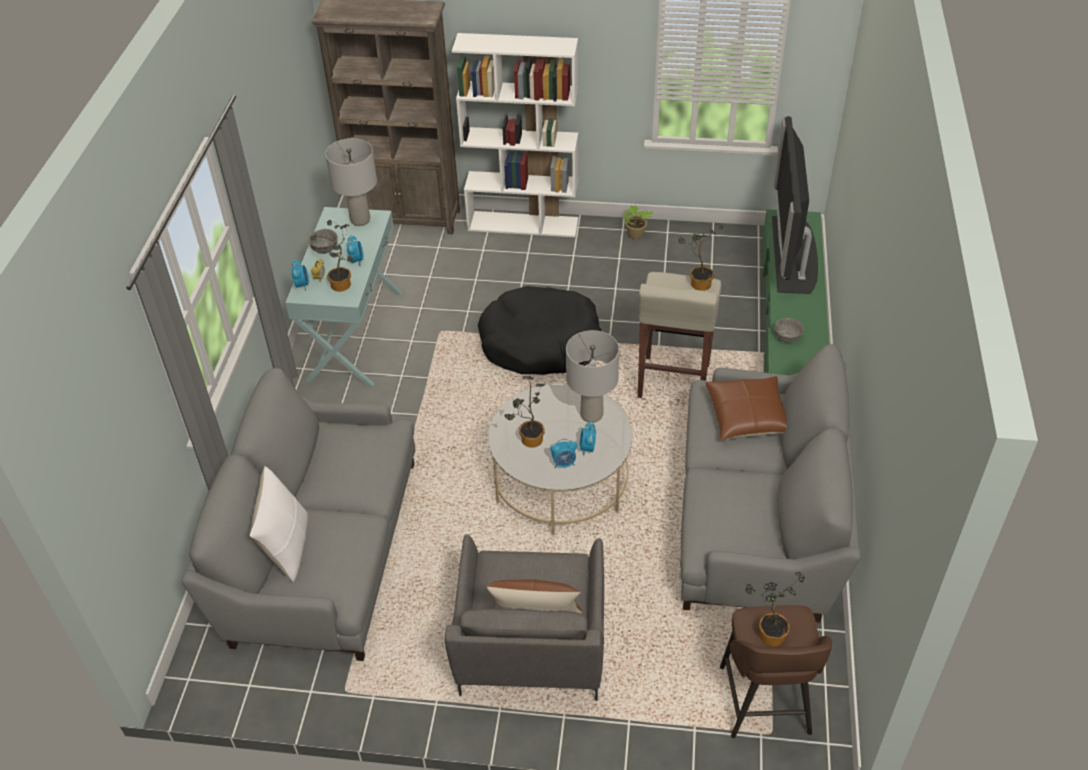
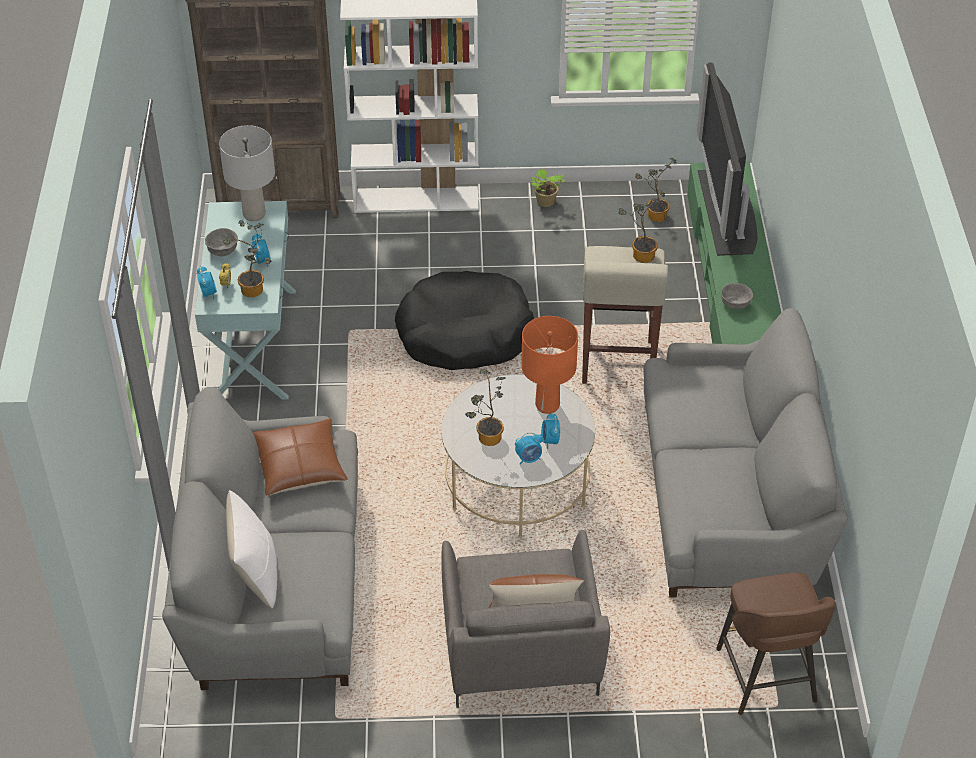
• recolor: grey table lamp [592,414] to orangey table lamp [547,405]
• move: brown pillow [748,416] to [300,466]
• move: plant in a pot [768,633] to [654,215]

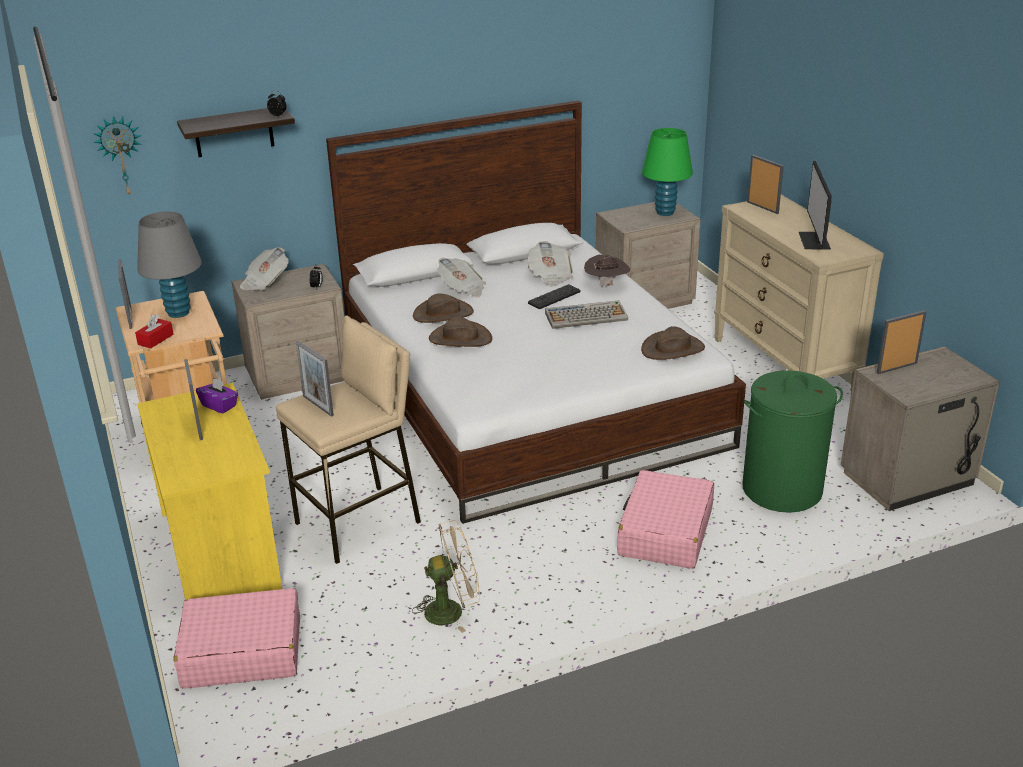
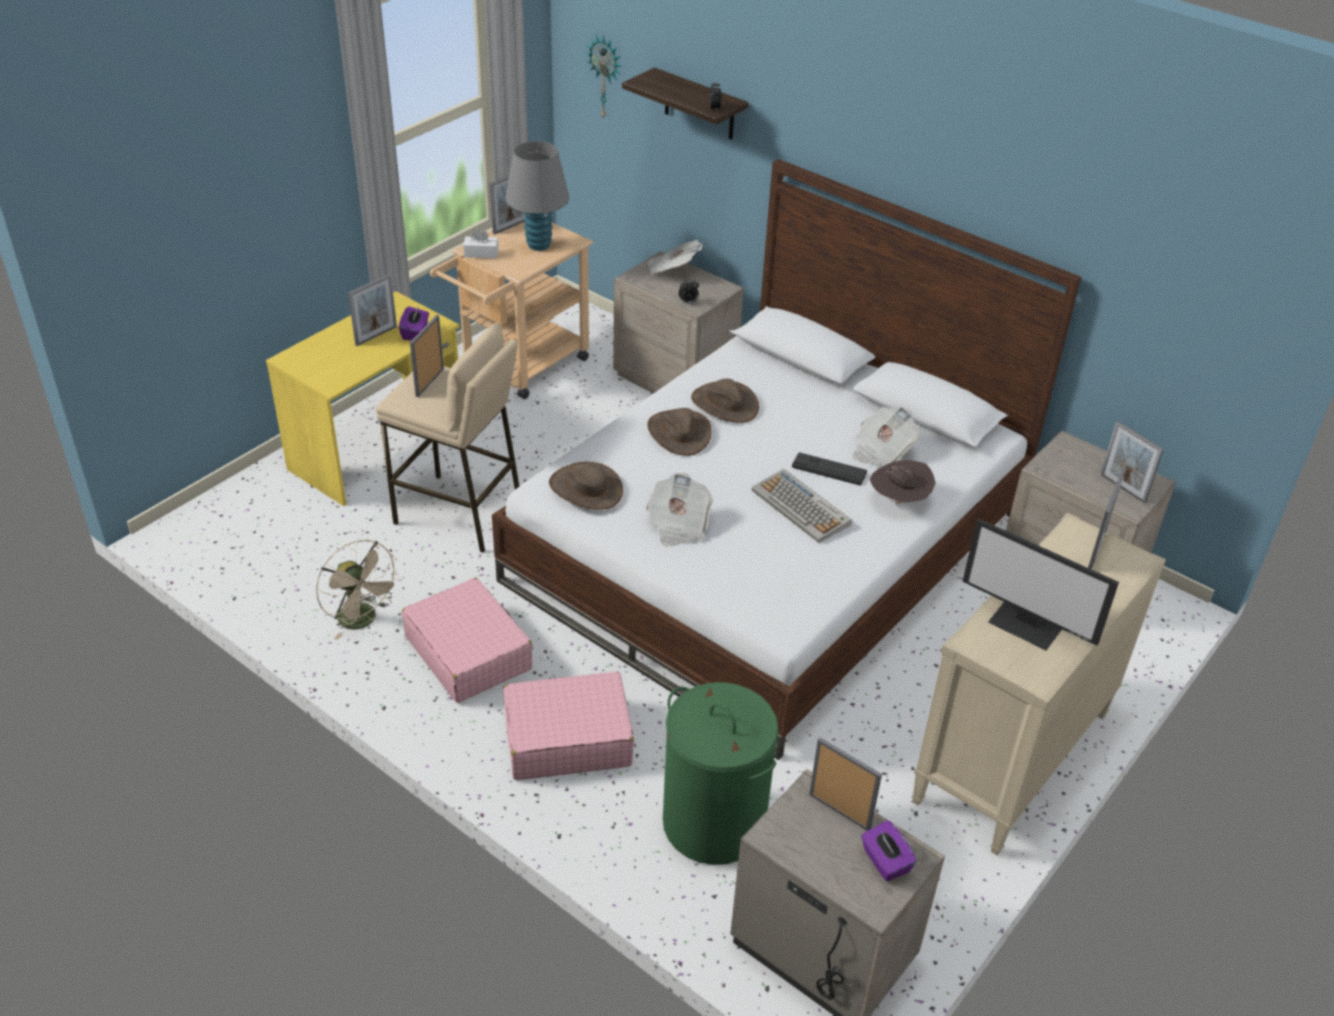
• replace: greenish table lamp [665,212] to photo frame [1122,488]
• rotate: computer display [815,241] = [1026,625] 120 degrees counterclockwise
• move: newspaper [462,289] to [678,525]
• recolor: red tissue holder [155,339] to white tissue holder [481,253]
• move: brown clothing hat [672,349] to [586,488]
• move: pink-coloured piece of luggage [242,652] to [468,652]
• insert: purple-coloured tissue holder [885,862]

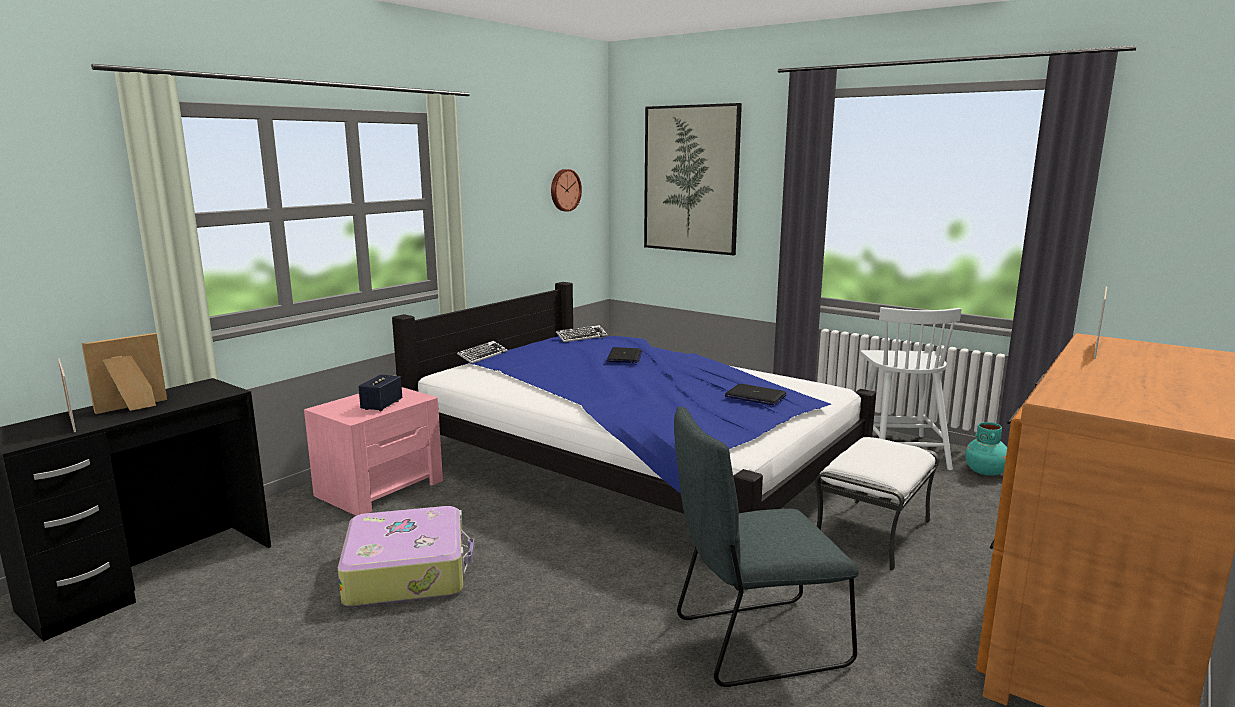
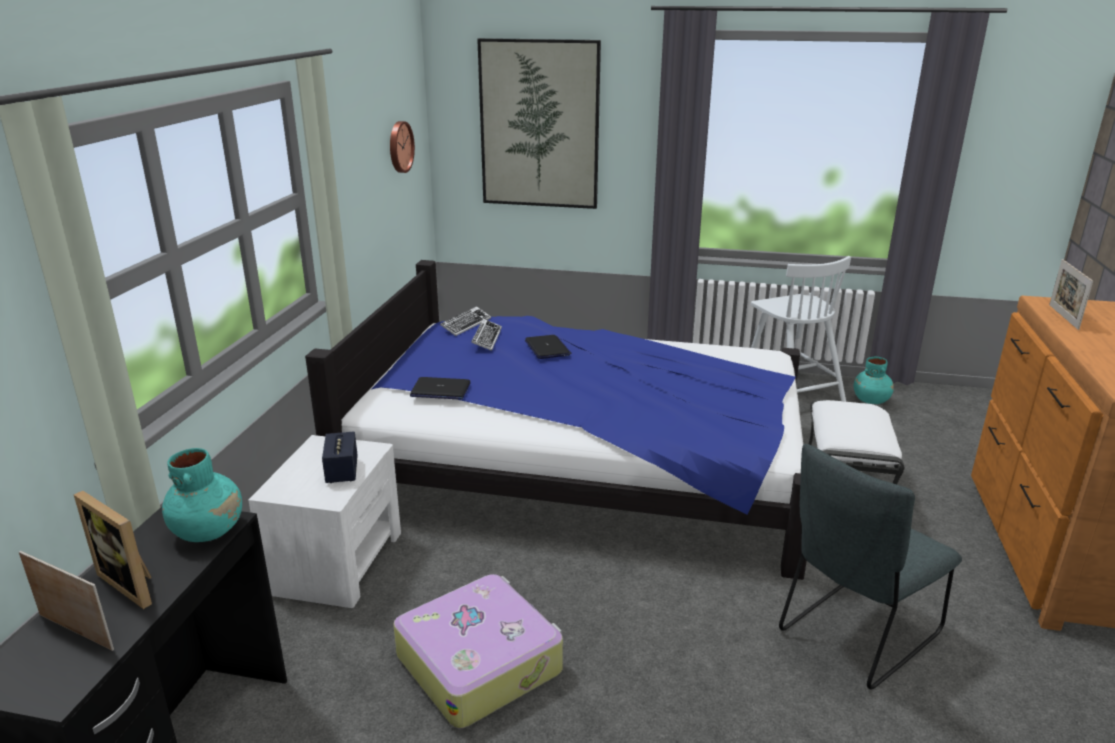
• rotate: photo frame [133,408] = [133,583] 75 degrees counterclockwise
• move: PC keyboard [482,356] to [486,338]
• move: laptop [755,396] to [440,390]
• recolor: pink-coloured bedside table [380,488] to white bedside table [337,561]
• insert: blue-green flower vase [209,531]

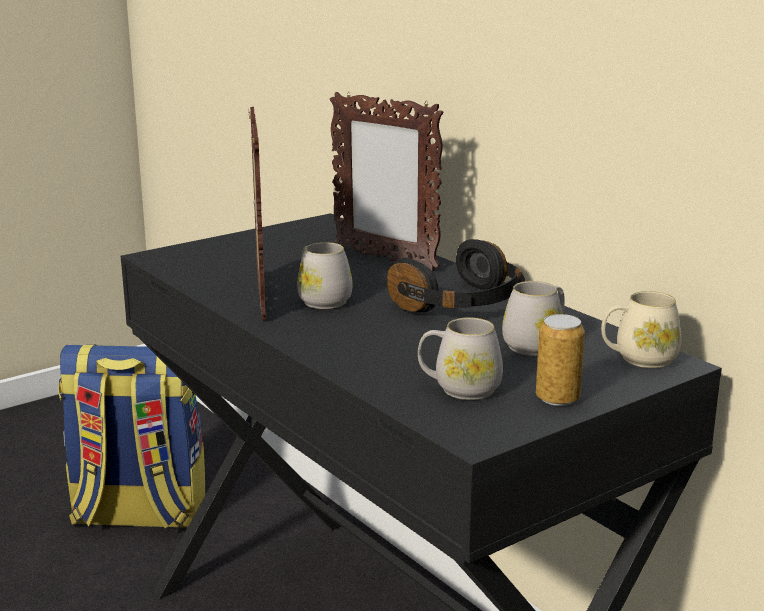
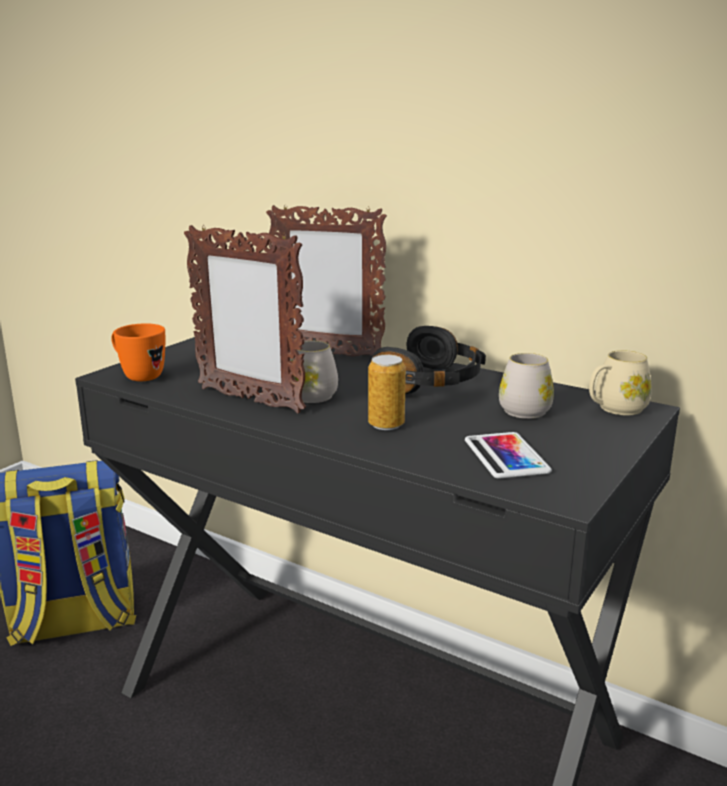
• rotate: photo frame [260,298] = [249,400] 150 degrees clockwise
• move: metal can [557,398] to [386,425]
• replace: white mug [459,389] to telephone [506,456]
• insert: orangey mug [138,376]

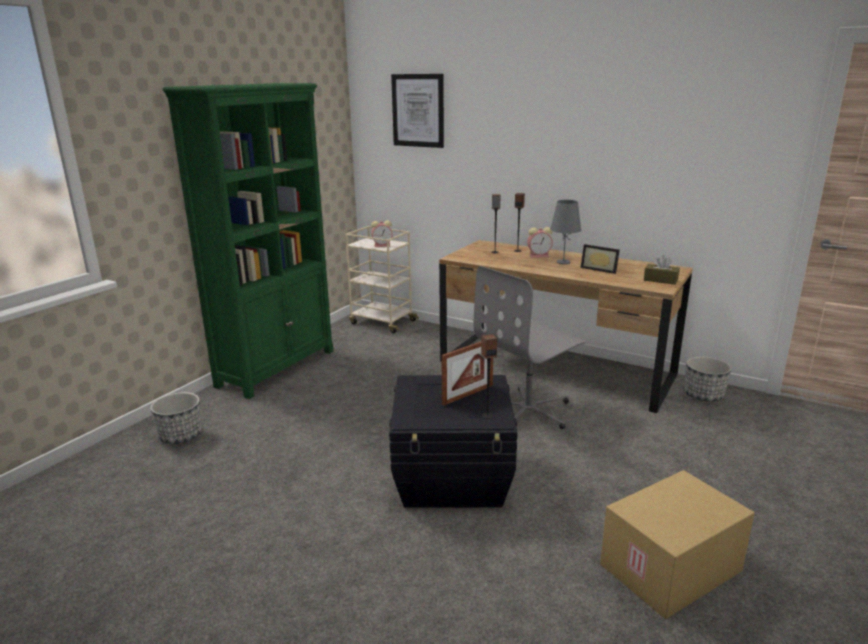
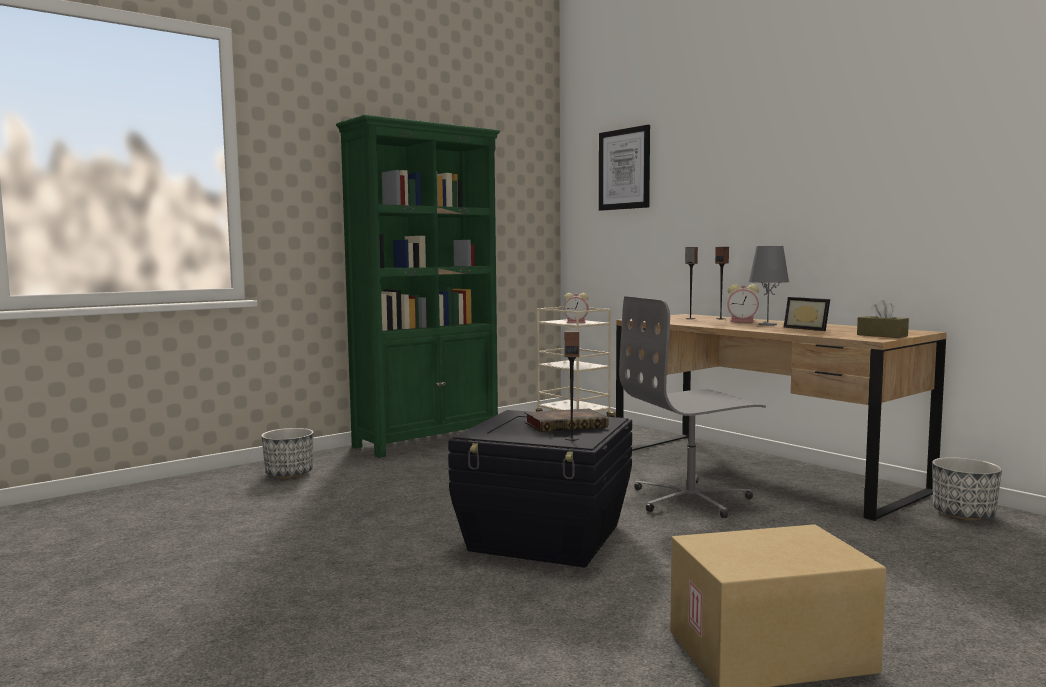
• replace: photo frame [467,395] to volume [567,425]

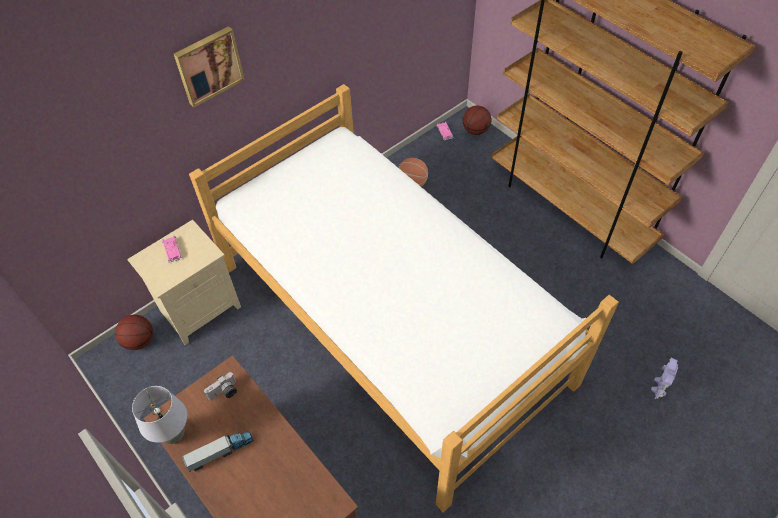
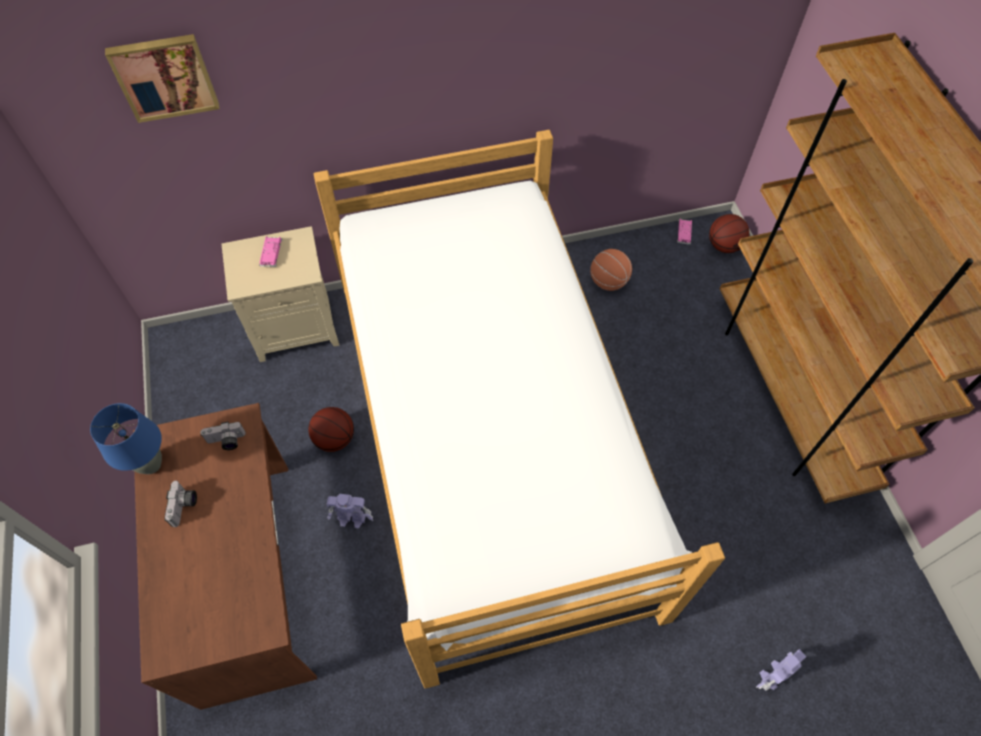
• move: wall art [208,65] to [164,76]
• move: basketball [139,341] to [335,439]
• recolor: grey table lamp [174,436] to blue table lamp [151,465]
• replace: toy lorry [220,452] to still camera [184,507]
• insert: robot figure [352,518]

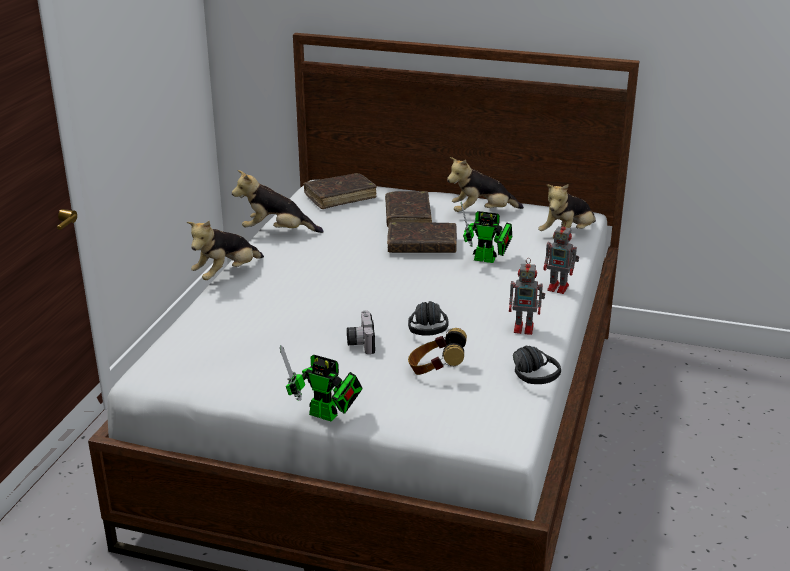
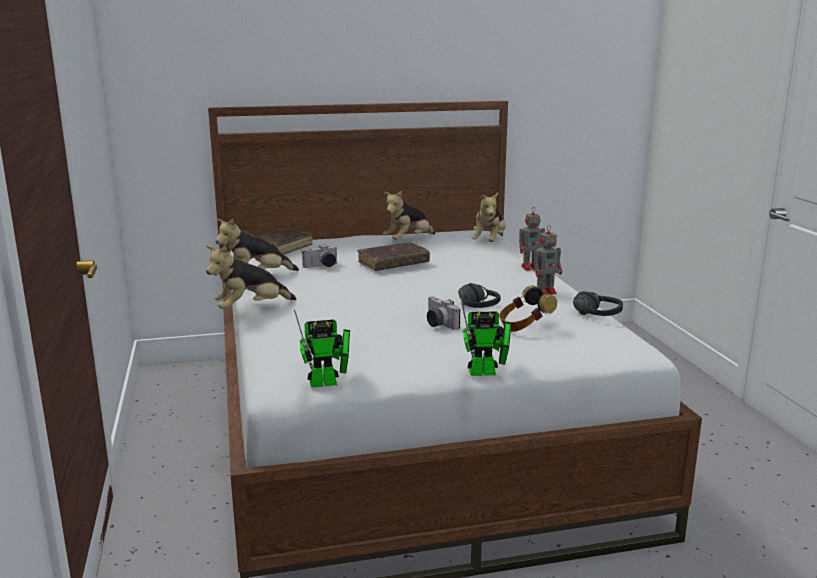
• delete: brown volume [408,217]
• move: robot figure [488,260] to [328,383]
• rotate: plush toy [226,274] = [250,308] 45 degrees clockwise
• insert: still camera [321,266]

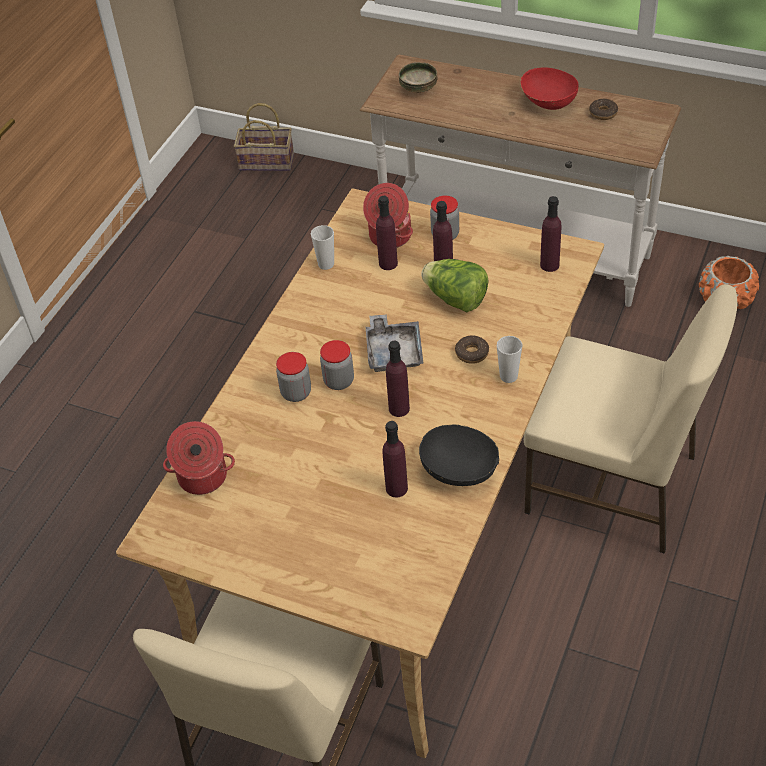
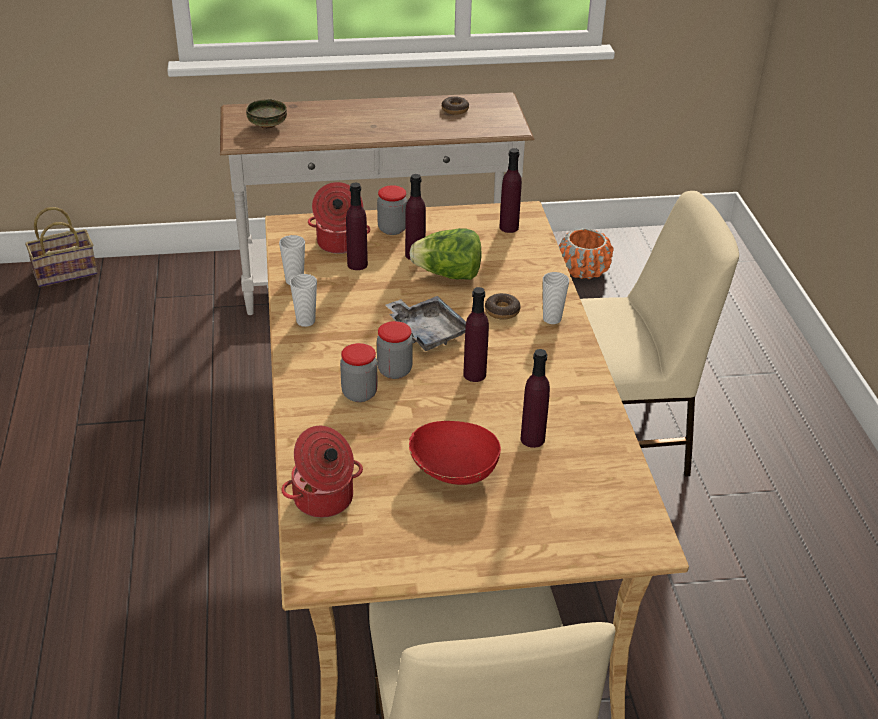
• move: red bowl [547,103] to [453,473]
• delete: black bowl [459,470]
• insert: cup [305,321]

